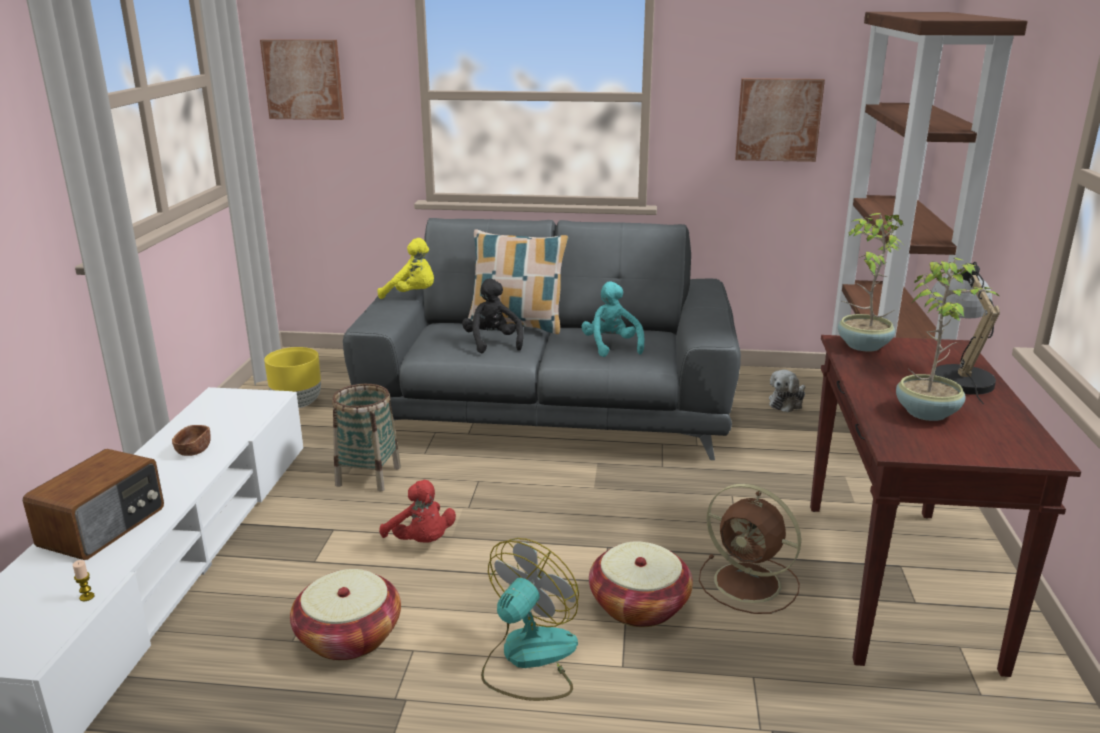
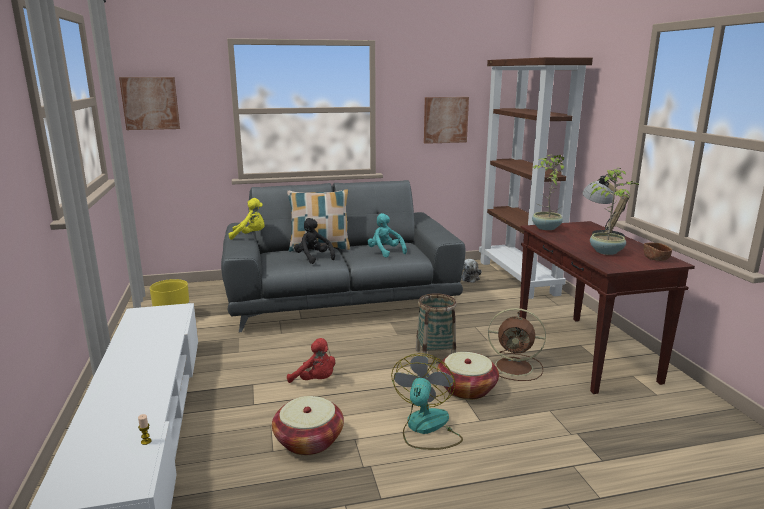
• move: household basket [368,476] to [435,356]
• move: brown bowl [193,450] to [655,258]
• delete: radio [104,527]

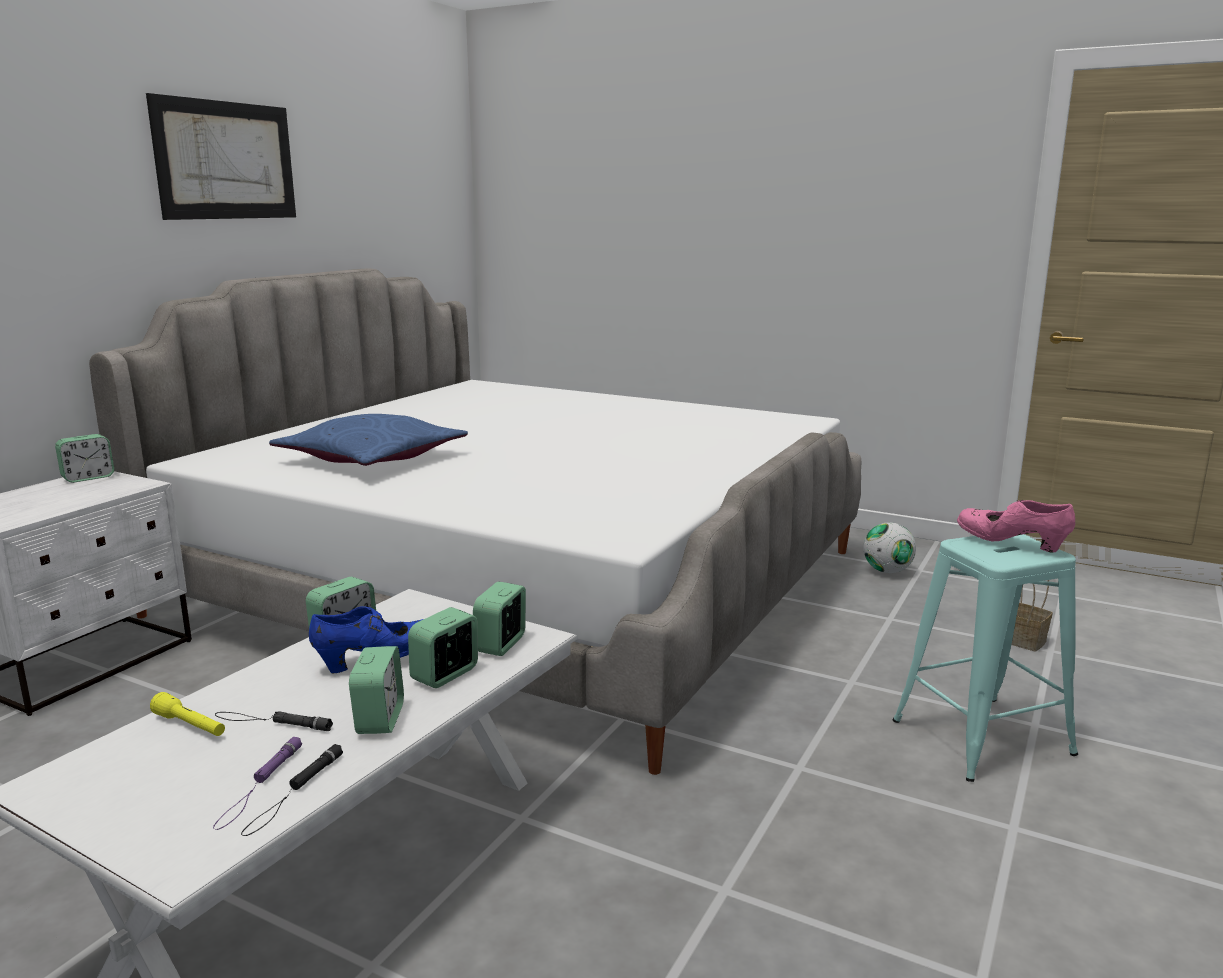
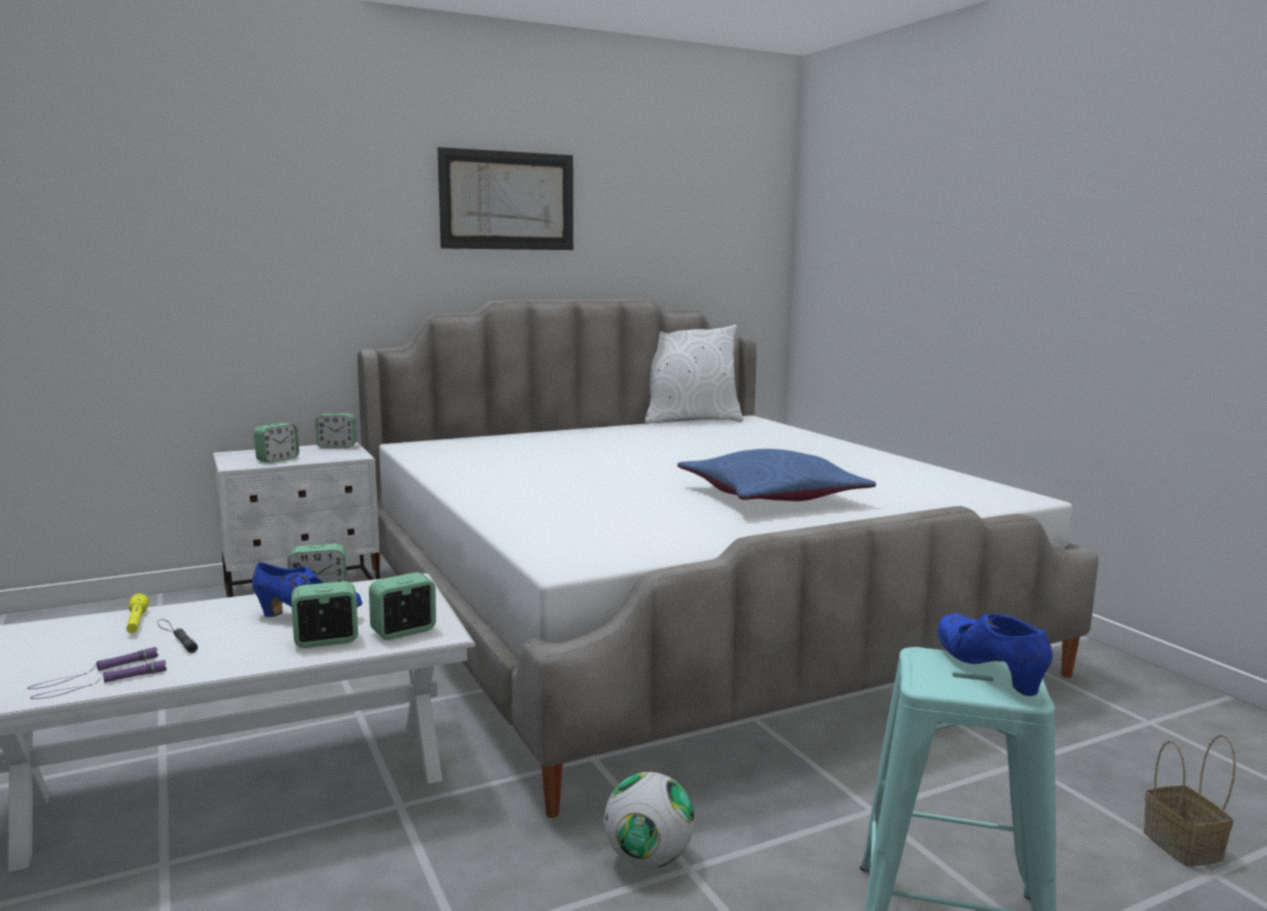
• move: blue pillow [371,459] to [771,496]
• recolor: pink-coloured shoe [1011,544] to blue shoe [989,672]
• move: football [887,571] to [648,859]
• move: alarm clock [379,719] to [277,459]
• recolor: black flashlight [294,793] to purple-coloured flashlight [100,684]
• insert: white pillow [690,420]

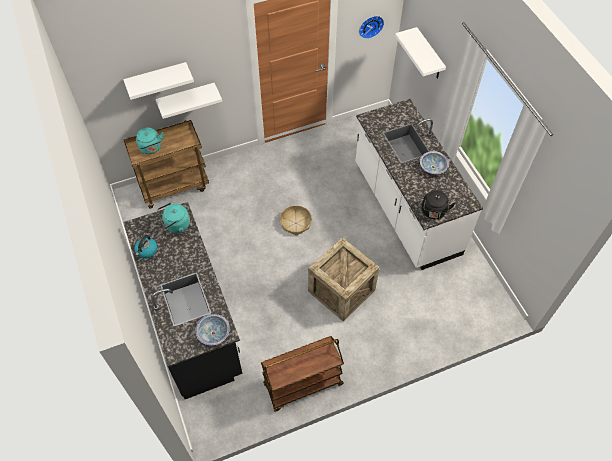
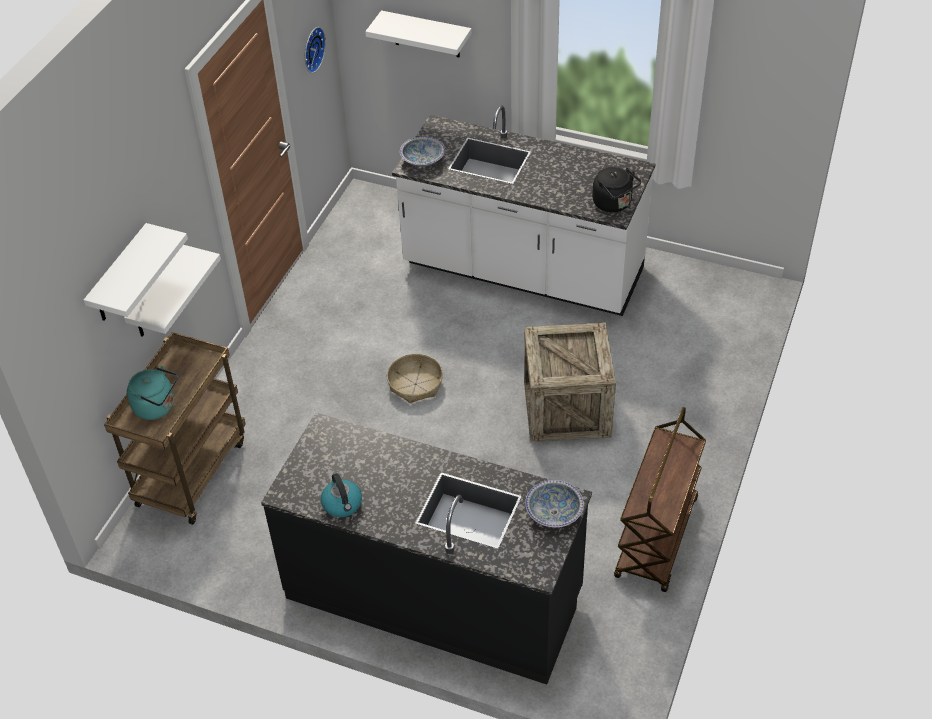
• move: bowl [432,167] to [422,160]
• delete: blue-green water kettle [176,225]

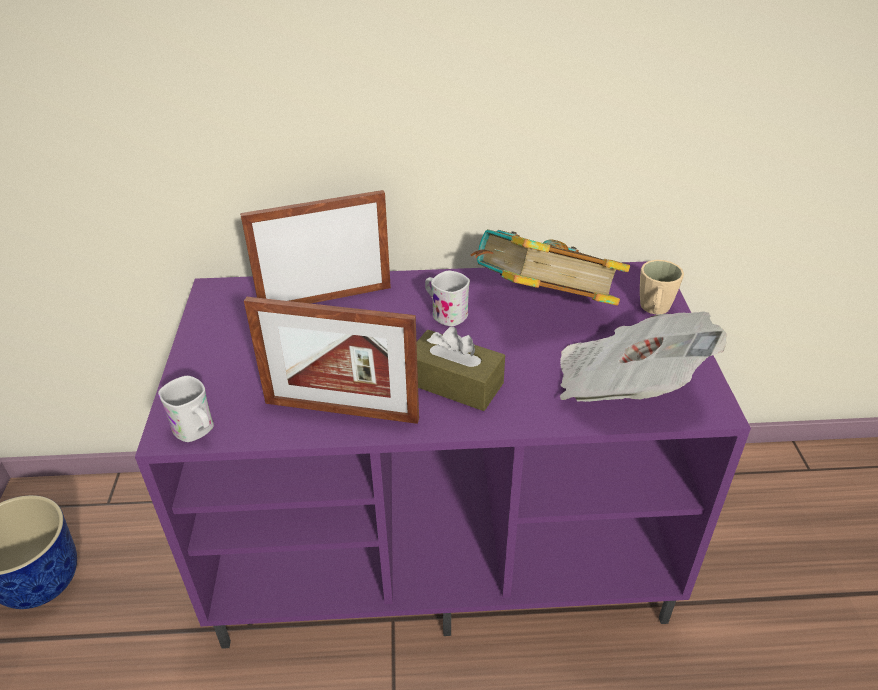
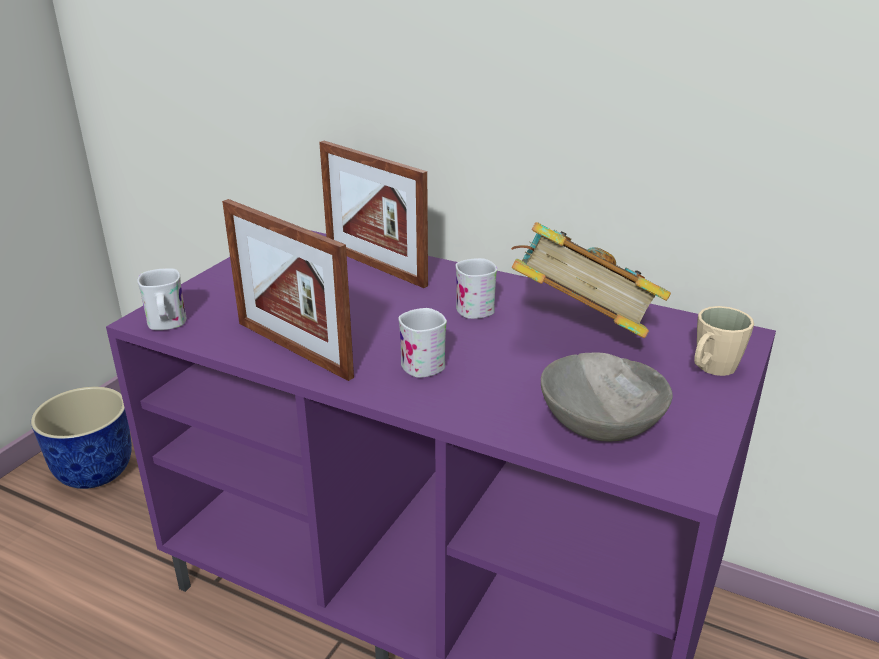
• rotate: photo frame [326,298] = [375,266] 150 degrees counterclockwise
• replace: newspaper [625,386] to grey bowl [598,423]
• replace: brown tissue holder [454,383] to white mug [418,362]

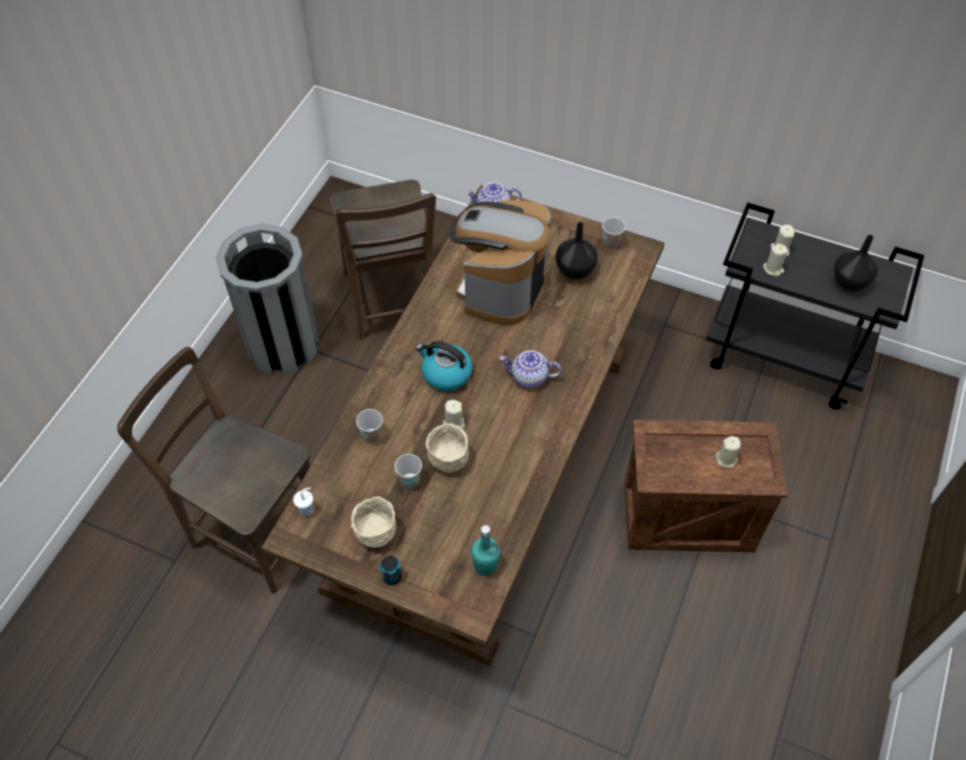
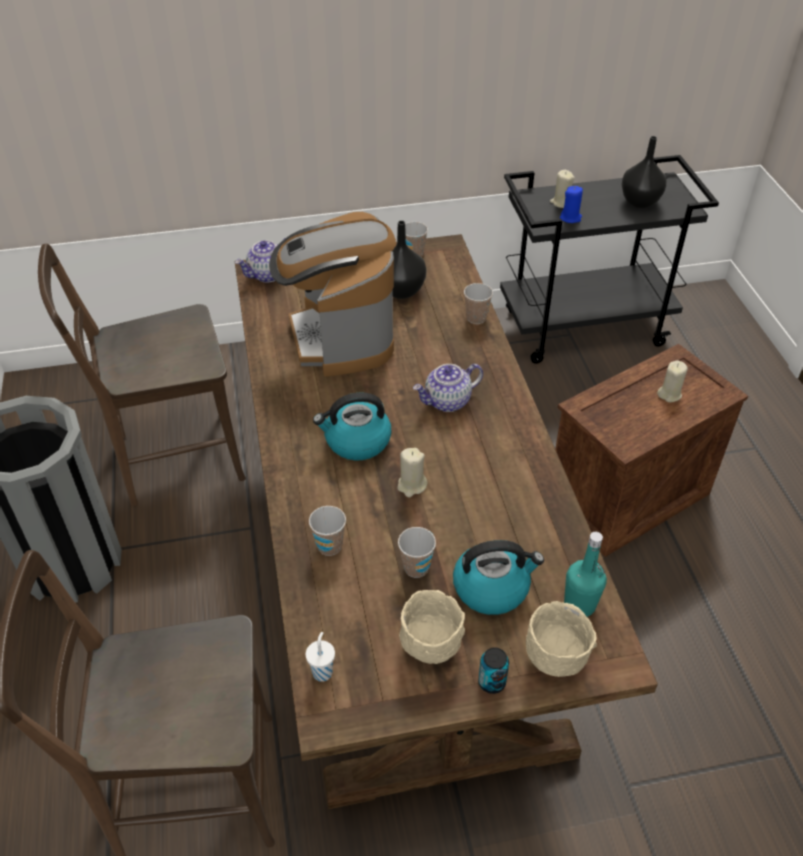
• rotate: brown chair [391,303] = [172,458] 120 degrees clockwise
• recolor: beige-coloured candle [773,269] to blue candle [570,218]
• move: beige-coloured bowl [448,459] to [554,658]
• insert: cup [476,318]
• insert: water kettle [492,588]

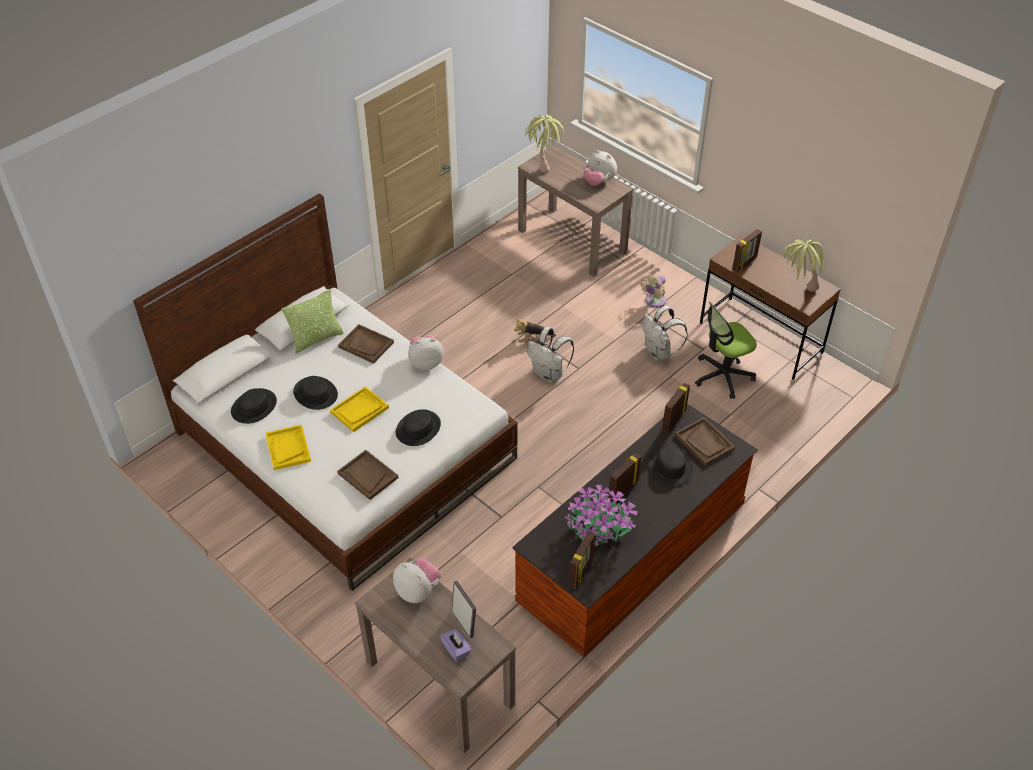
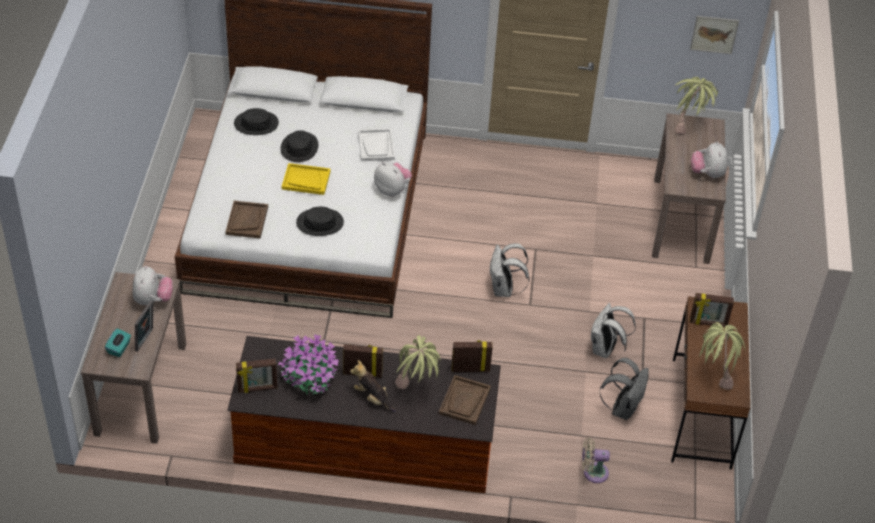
• move: beige-coloured electric fan [654,302] to [593,472]
• delete: pillow [316,339]
• replace: desk chair [723,376] to grey knapsack [623,408]
• move: plush toy [533,340] to [372,398]
• recolor: brown tray [366,345] to white tray [376,146]
• delete: yellow tray [288,448]
• replace: black clothing hat [670,466] to plant in a pot [417,391]
• recolor: purple-coloured tissue holder [456,649] to blue-green tissue holder [119,348]
• insert: wall art [714,34]

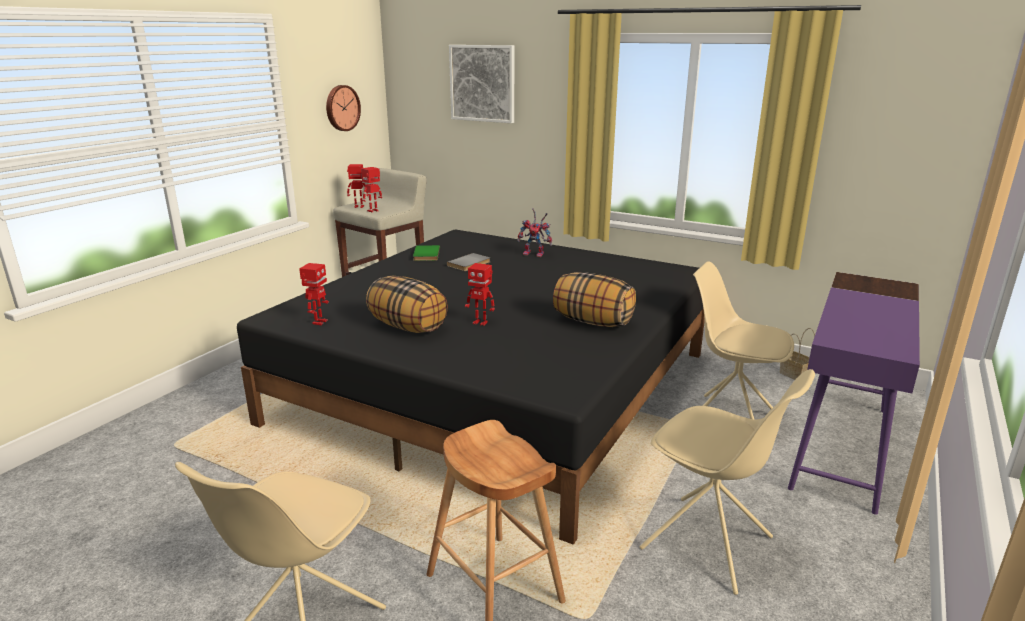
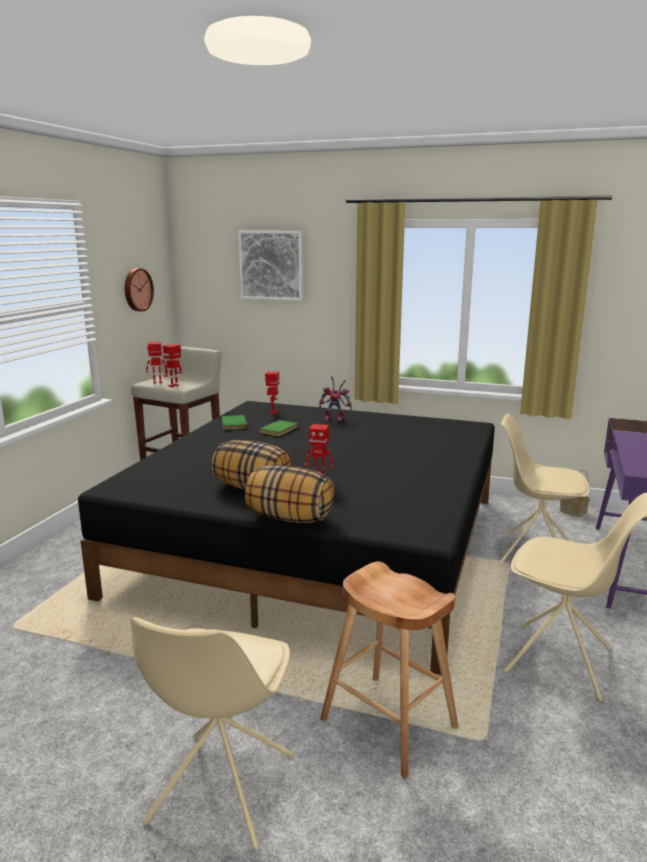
• recolor: grey volume [470,264] to greenish volume [280,430]
• move: robot figure [319,322] to [273,412]
• move: pillow [592,322] to [289,518]

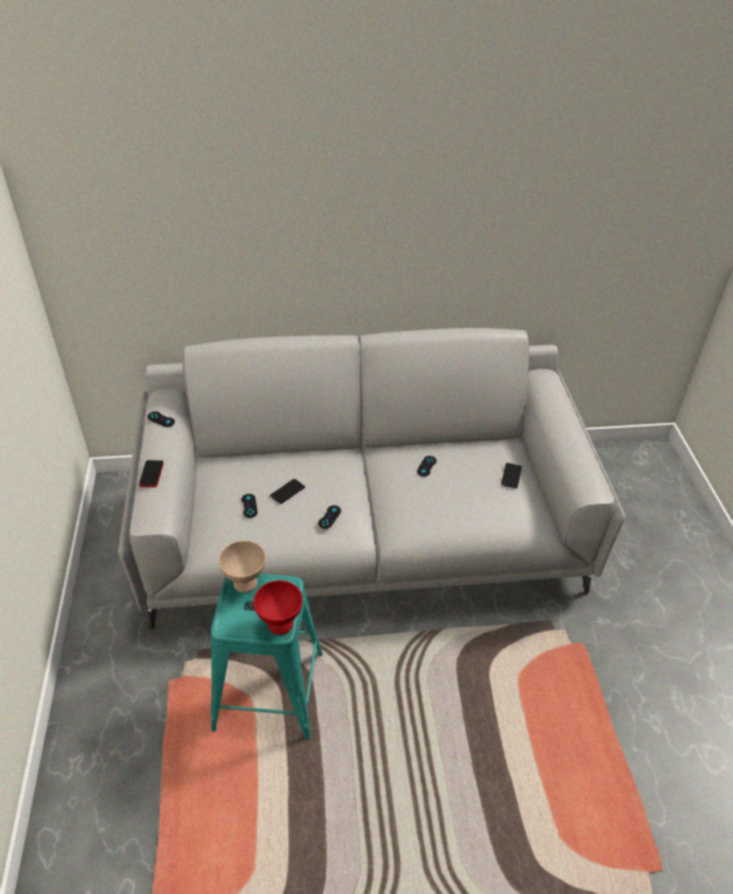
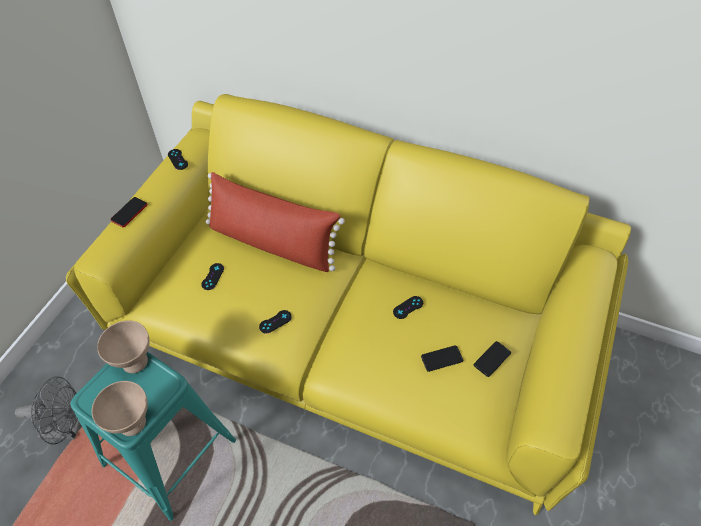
• recolor: grey sofa [365,533] to yellow sofa [352,336]
• move: telephone [287,492] to [441,358]
• recolor: red bowl [281,624] to beige-coloured bowl [133,424]
• insert: red pillow [272,243]
• insert: grey electric fan [67,429]

